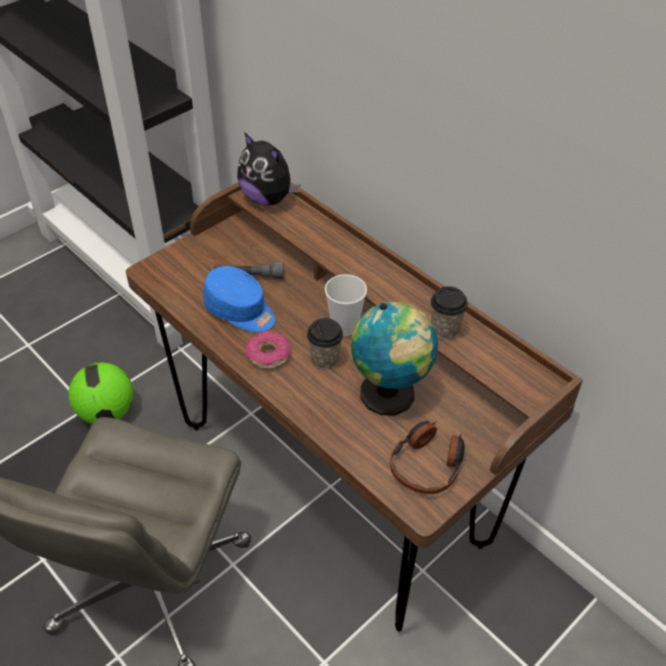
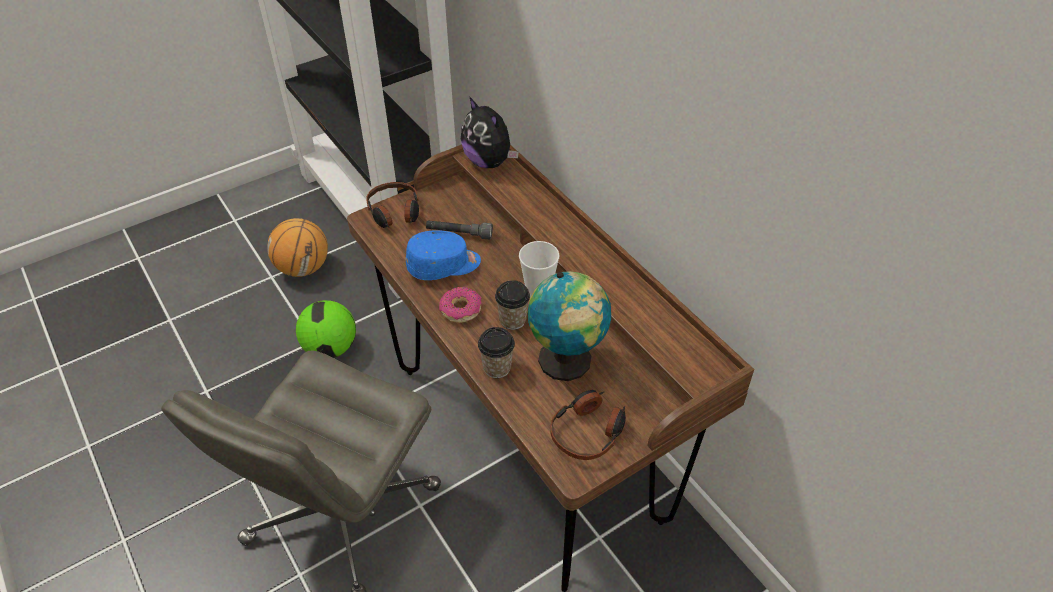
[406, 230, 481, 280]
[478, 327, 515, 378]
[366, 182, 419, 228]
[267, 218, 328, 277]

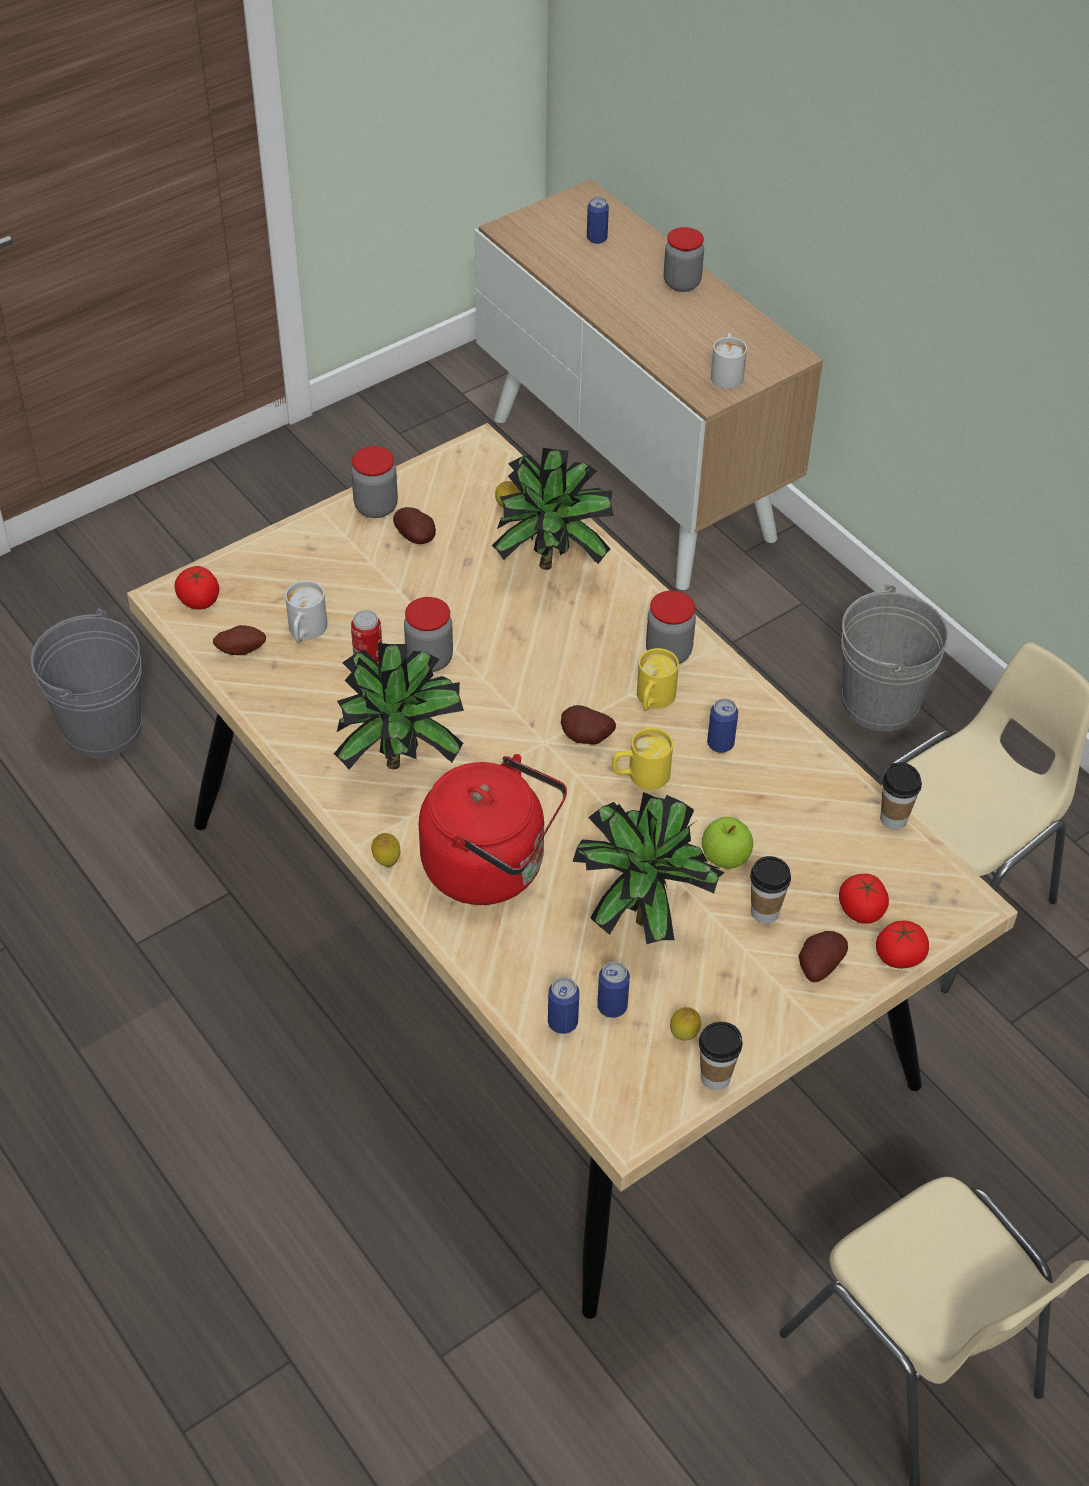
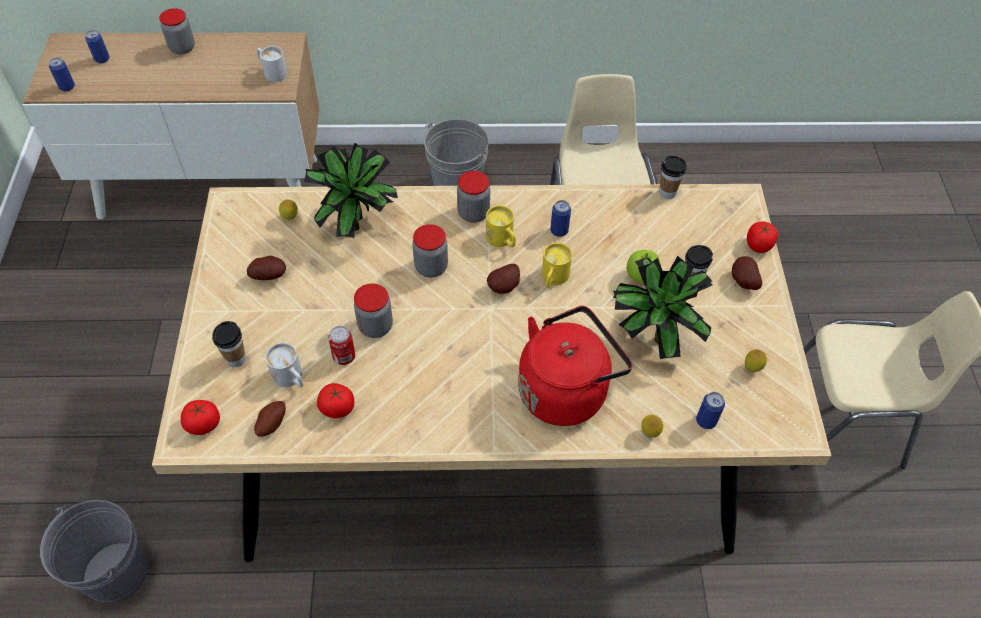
[413, 224, 448, 278]
[334, 643, 464, 770] (first image)
[641, 415, 663, 437]
[317, 383, 354, 418]
[49, 57, 75, 92]
[212, 321, 246, 367]

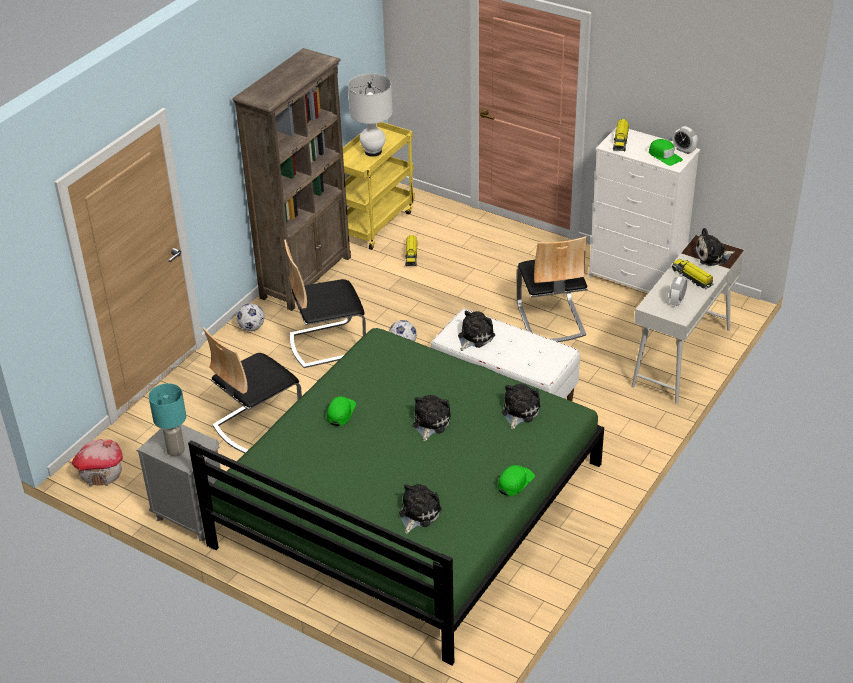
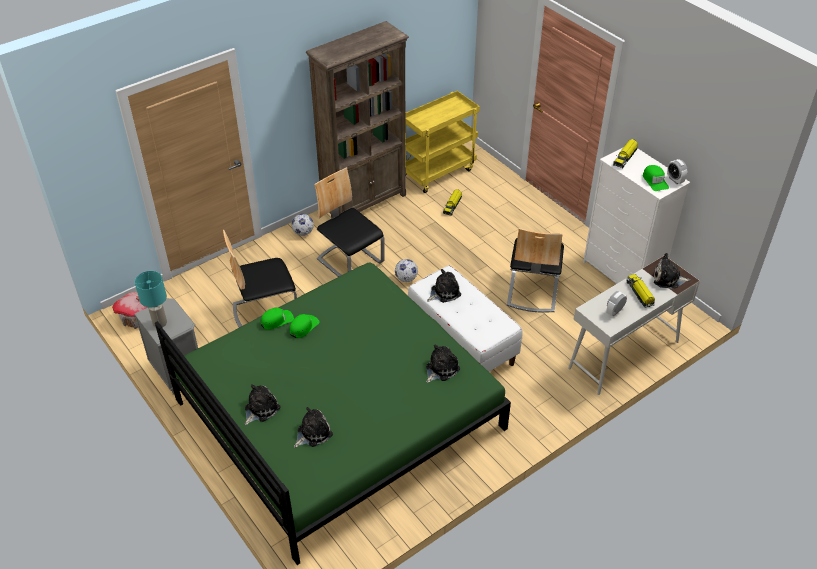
[348, 73, 393, 157] (first image)
[314, 167, 385, 277]
[245, 384, 281, 425]
[261, 307, 294, 330]

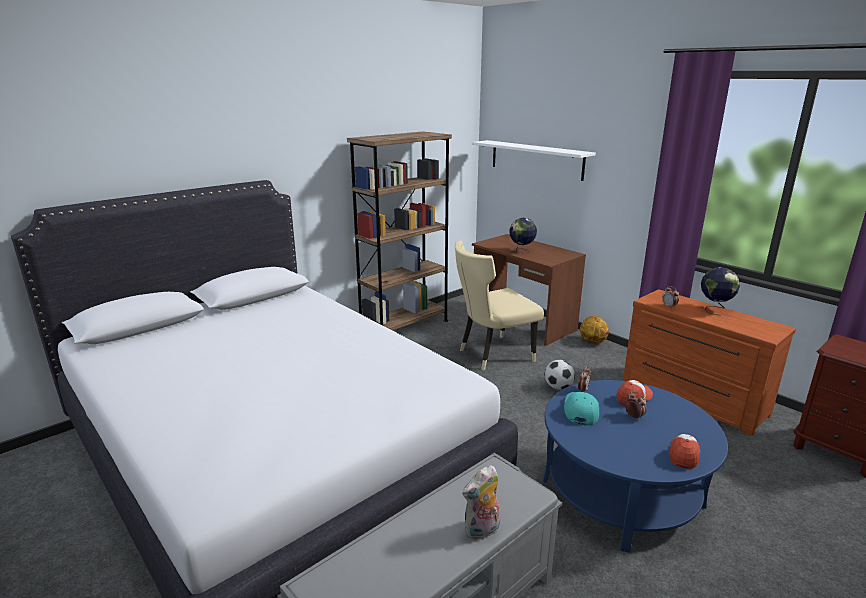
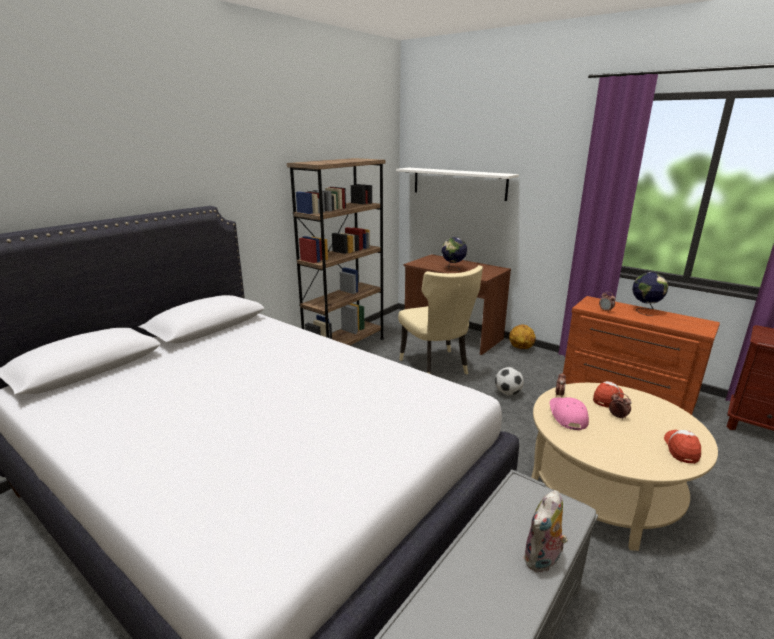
[398, 265, 483, 375]
[531, 383, 718, 551]
[550, 397, 589, 430]

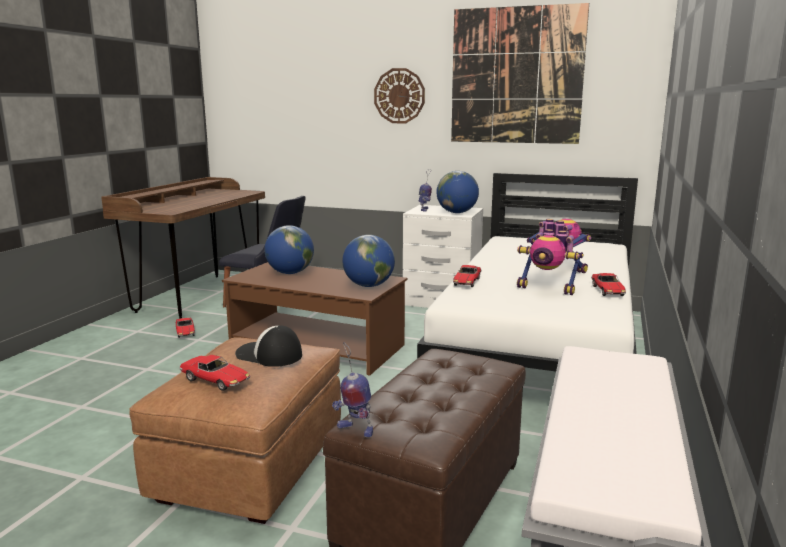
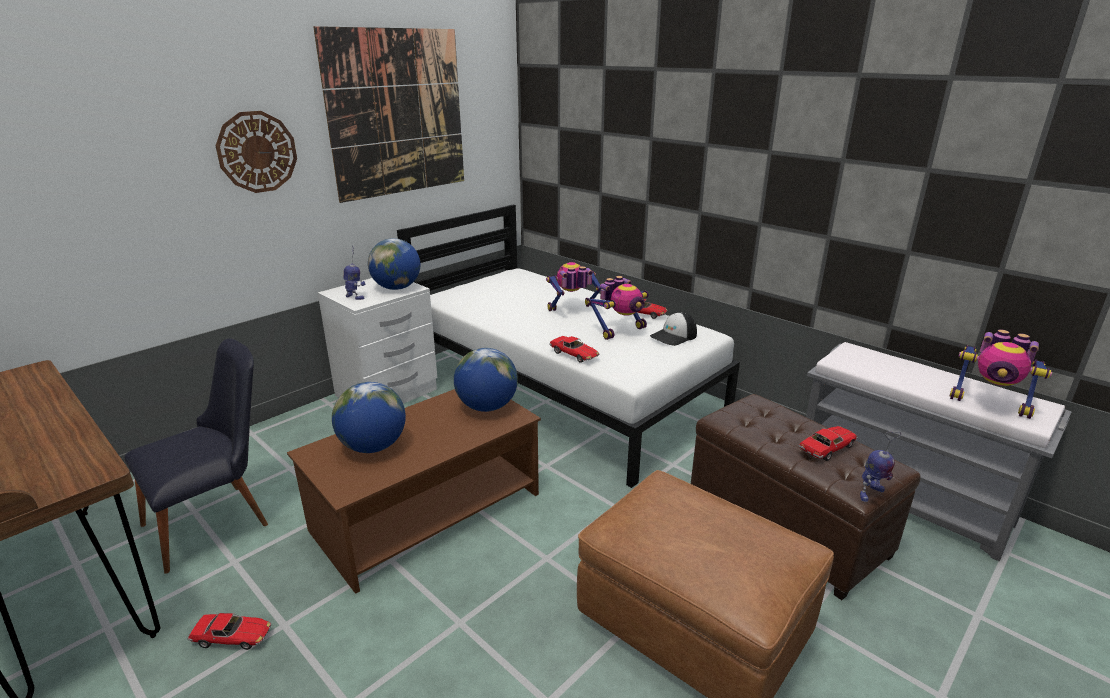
[650, 312, 697, 346]
[799, 426, 858, 461]
[950, 330, 1052, 419]

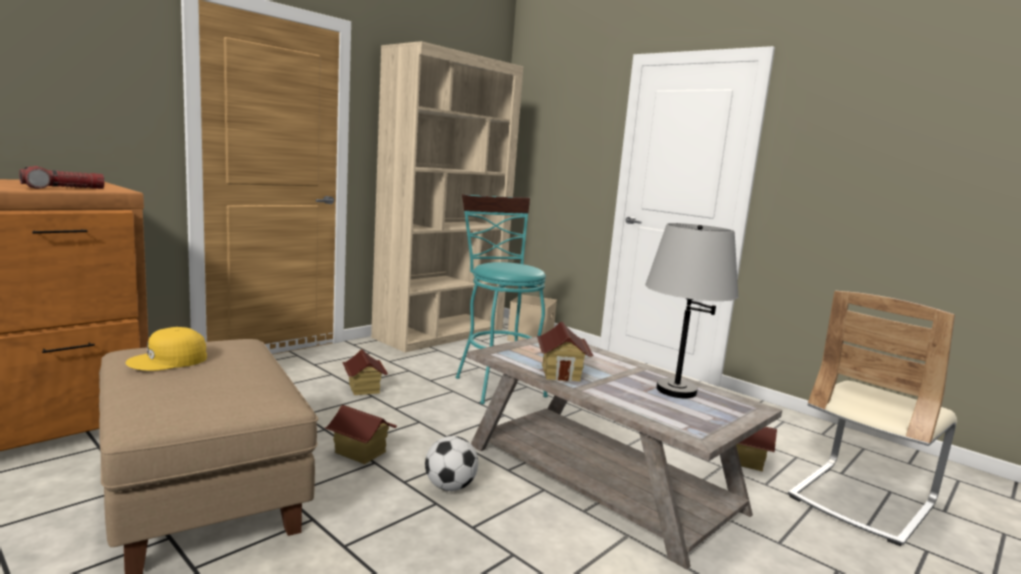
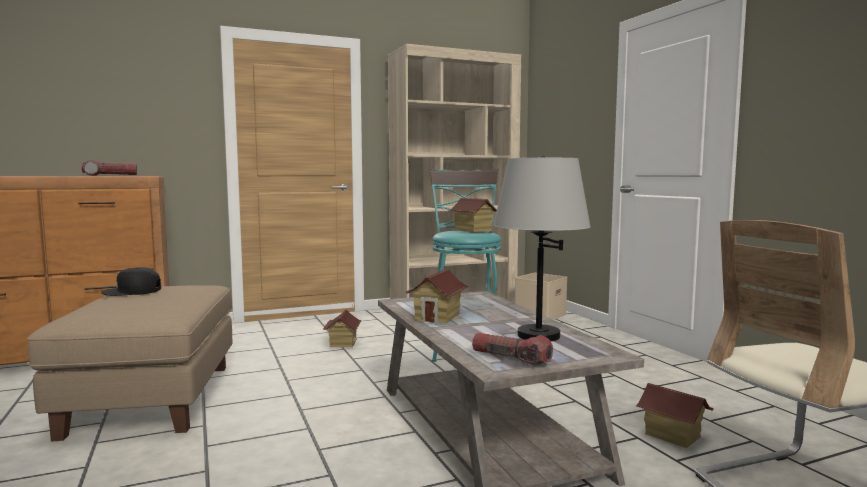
[101, 267, 161, 296]
[449, 198, 497, 232]
[425, 436, 478, 491] (first image)
[472, 333, 553, 366]

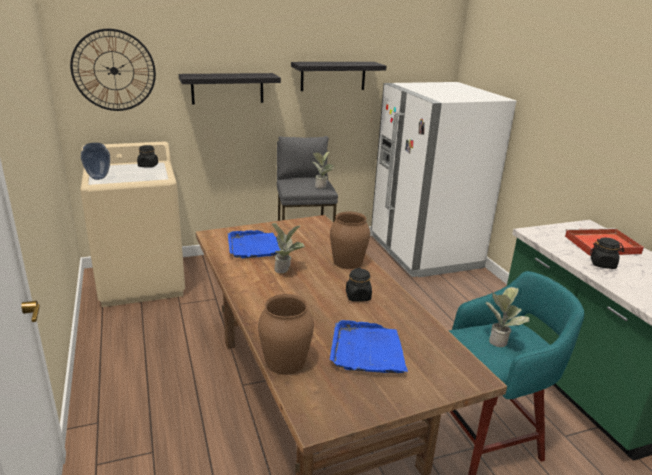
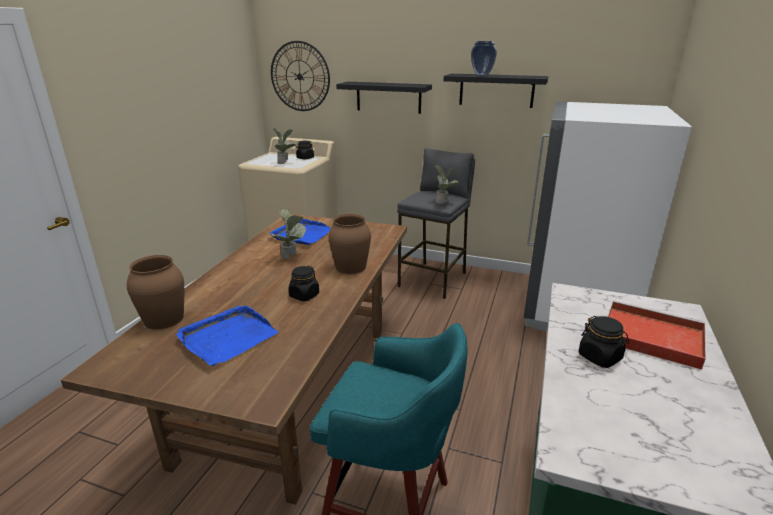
[471, 41, 497, 76]
[273, 128, 296, 164]

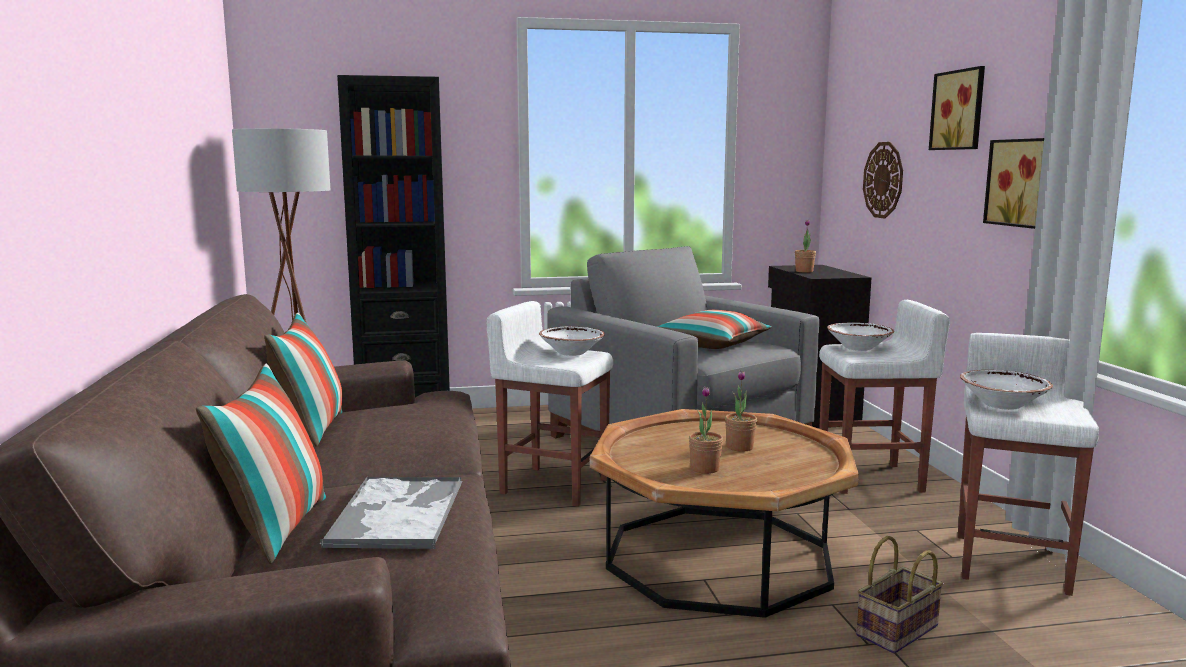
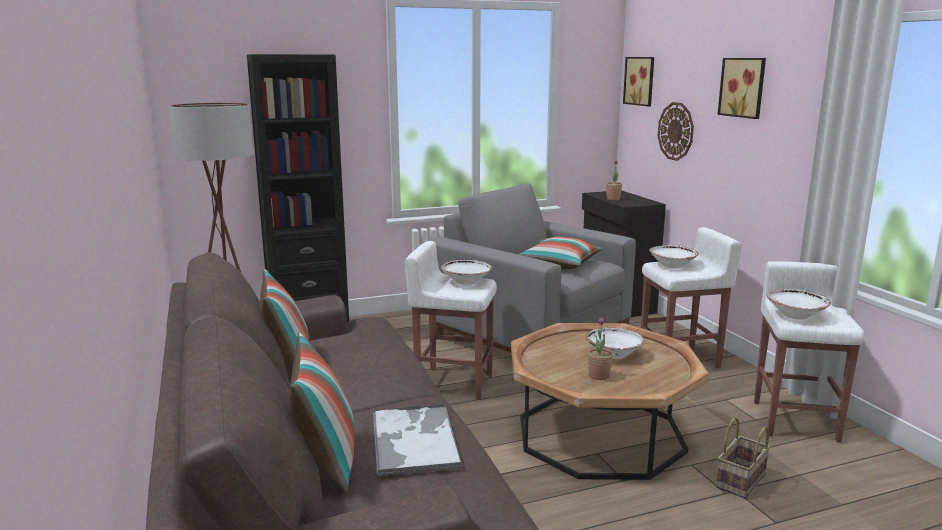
[623, 57, 654, 106]
[586, 328, 645, 359]

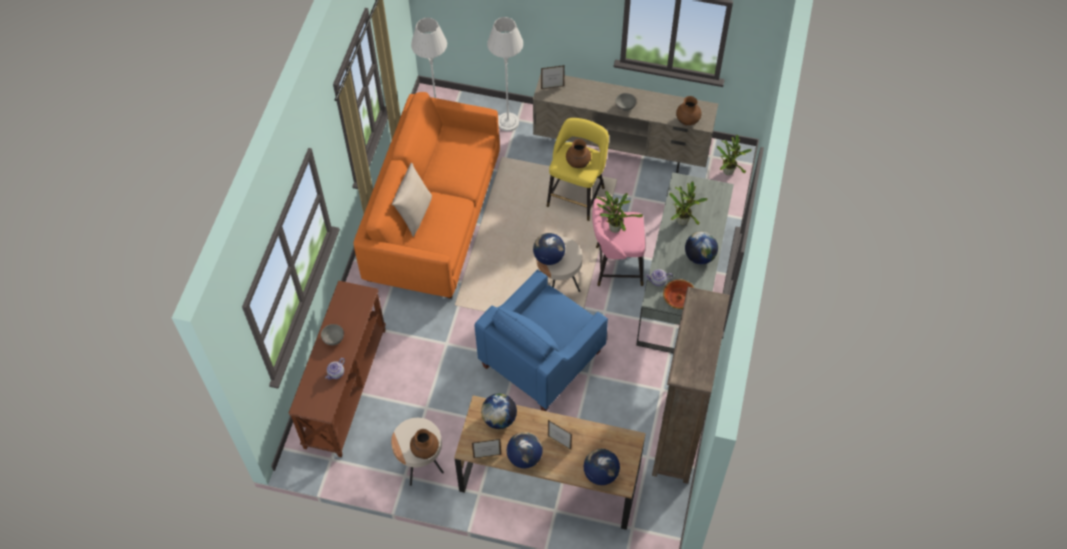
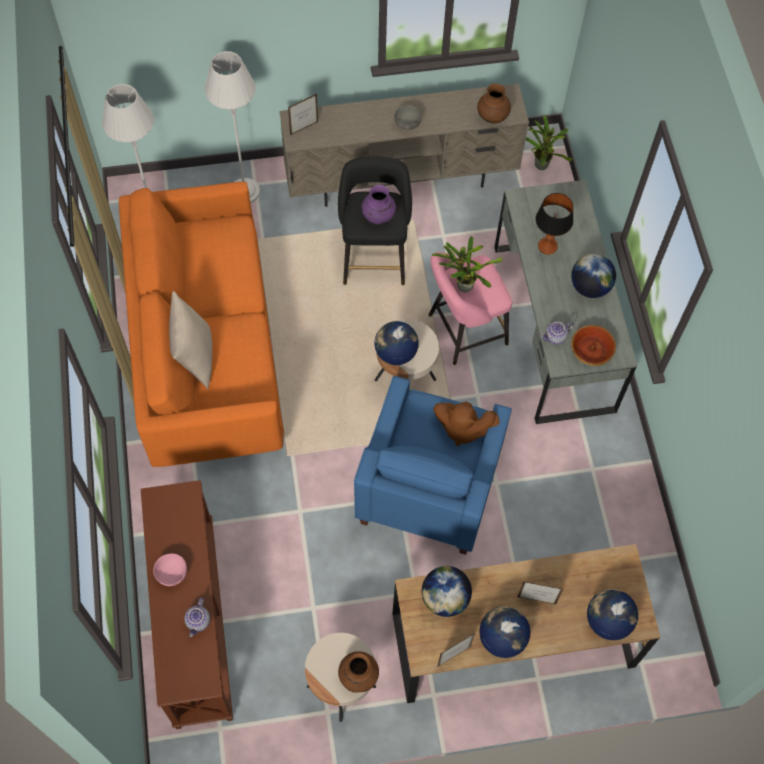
[338, 156, 412, 285]
[361, 185, 396, 224]
[536, 193, 573, 255]
[652, 287, 730, 484] (first image)
[153, 553, 187, 586]
[433, 401, 500, 446]

